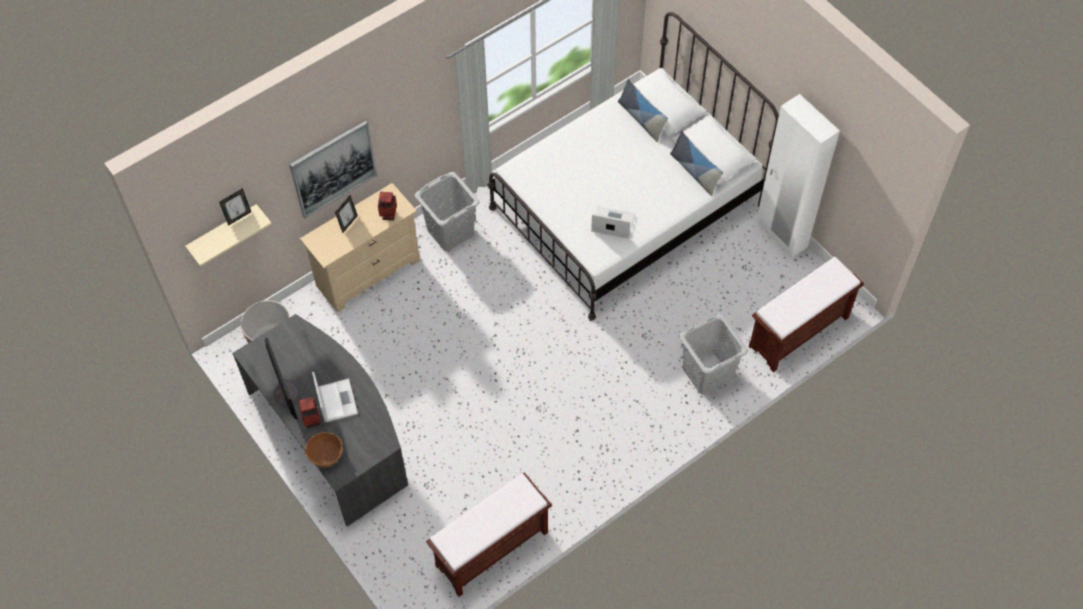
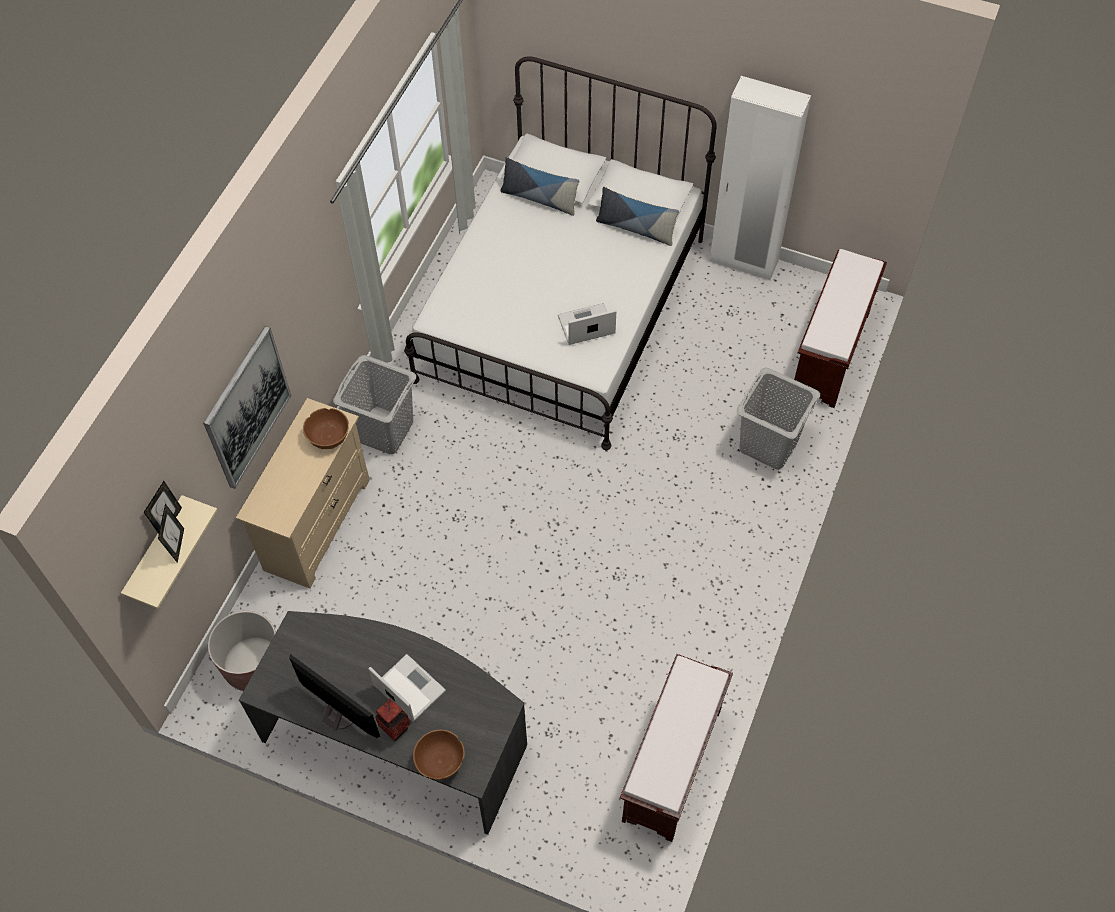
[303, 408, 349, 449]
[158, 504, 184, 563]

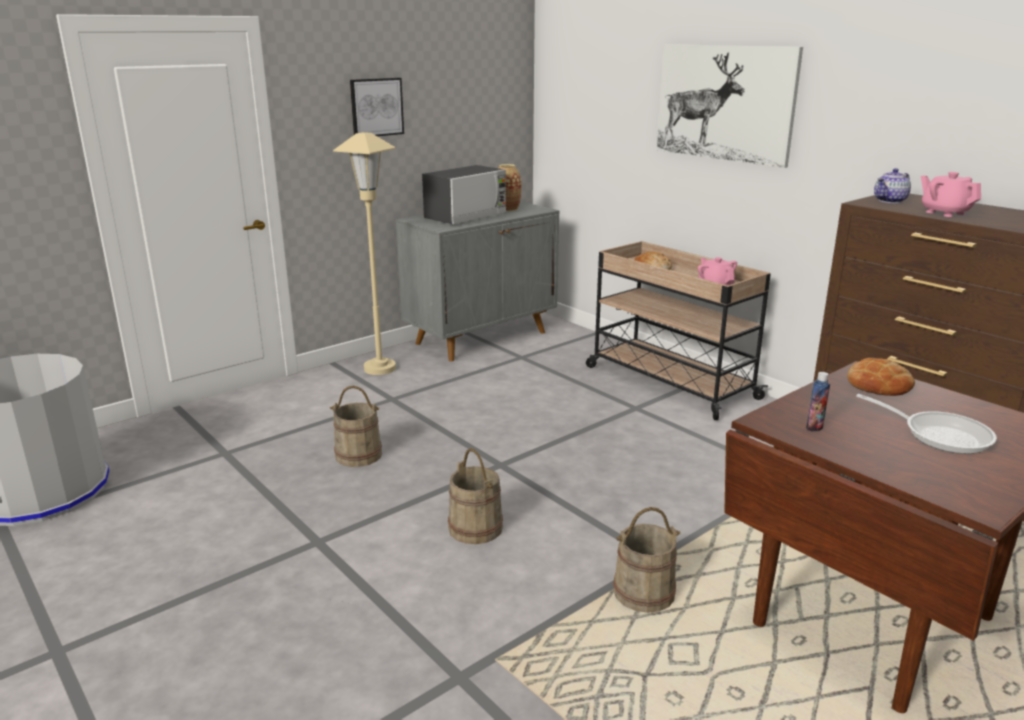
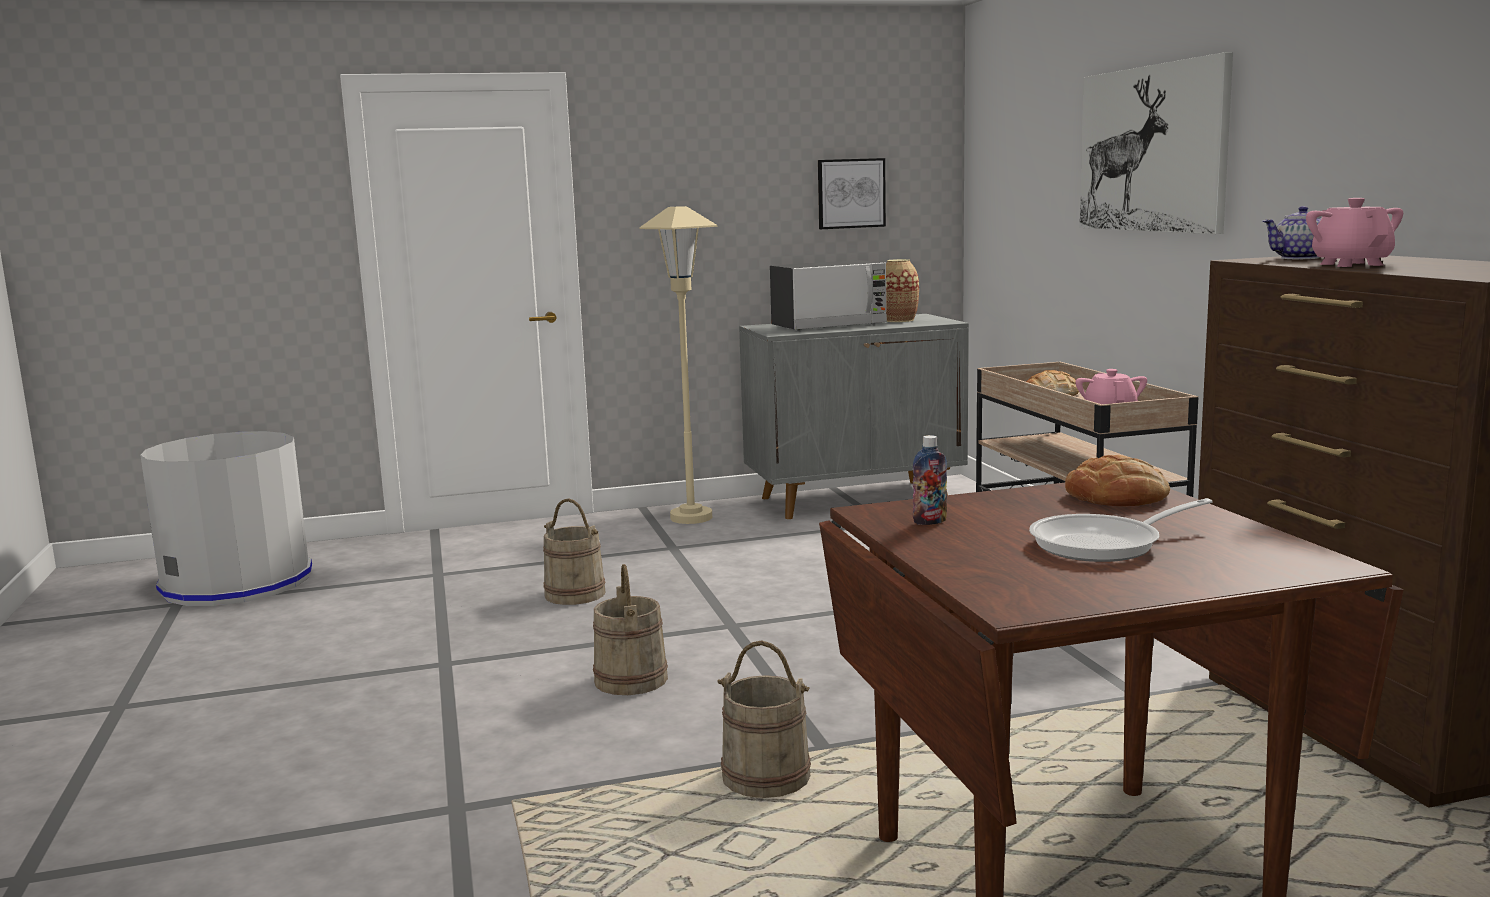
[818, 158, 886, 229]
[1029, 498, 1213, 562]

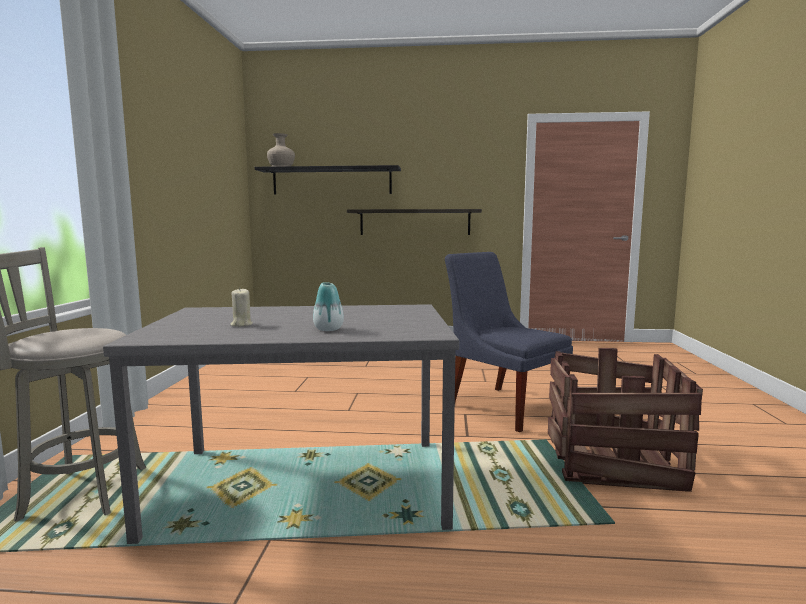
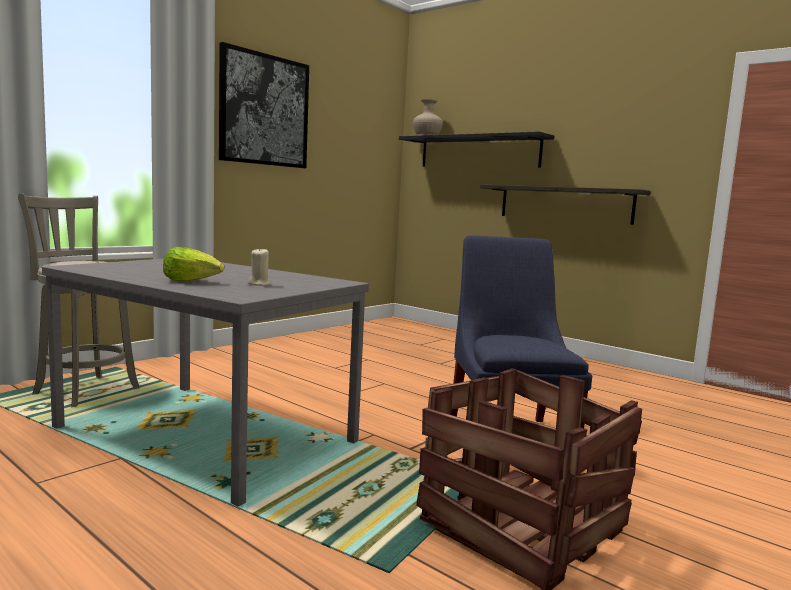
[163, 247, 224, 281]
[248, 247, 270, 286]
[219, 42, 309, 168]

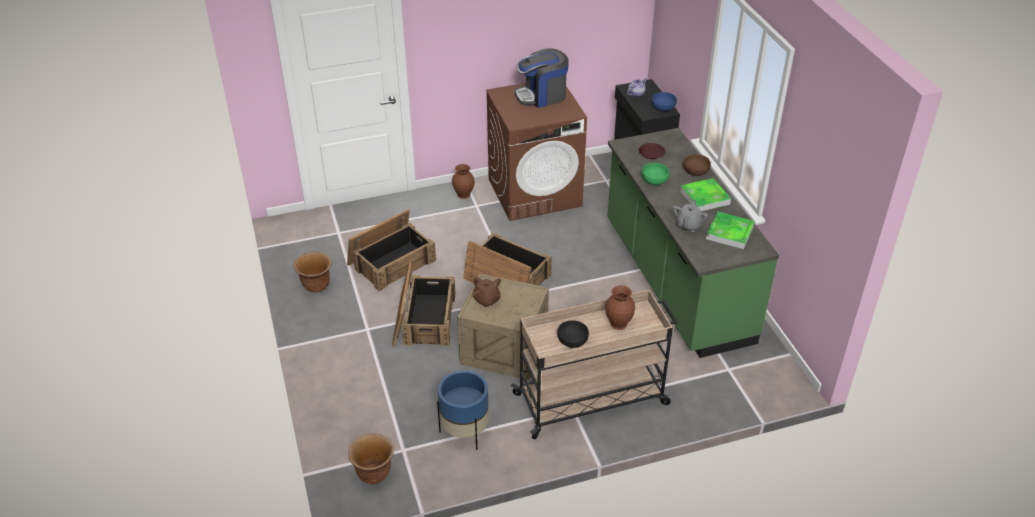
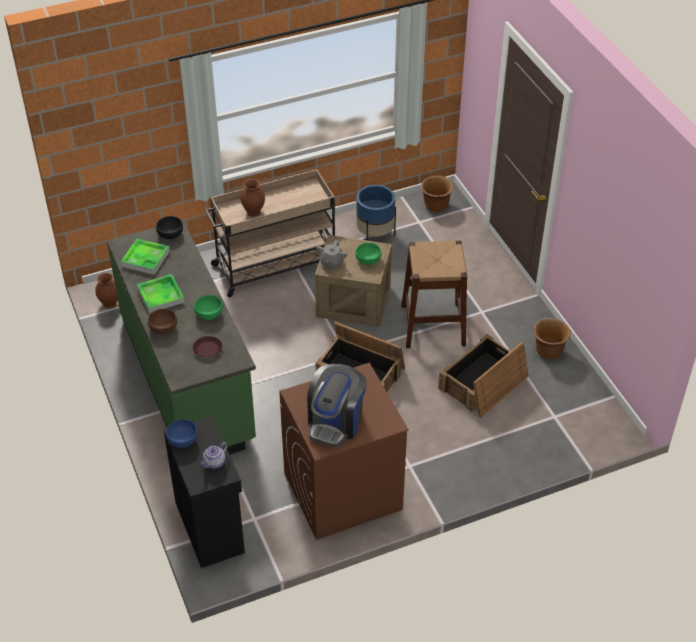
[307, 364, 367, 447]
[95, 273, 118, 309]
[317, 240, 347, 269]
[401, 241, 467, 348]
[355, 243, 381, 265]
[156, 216, 183, 239]

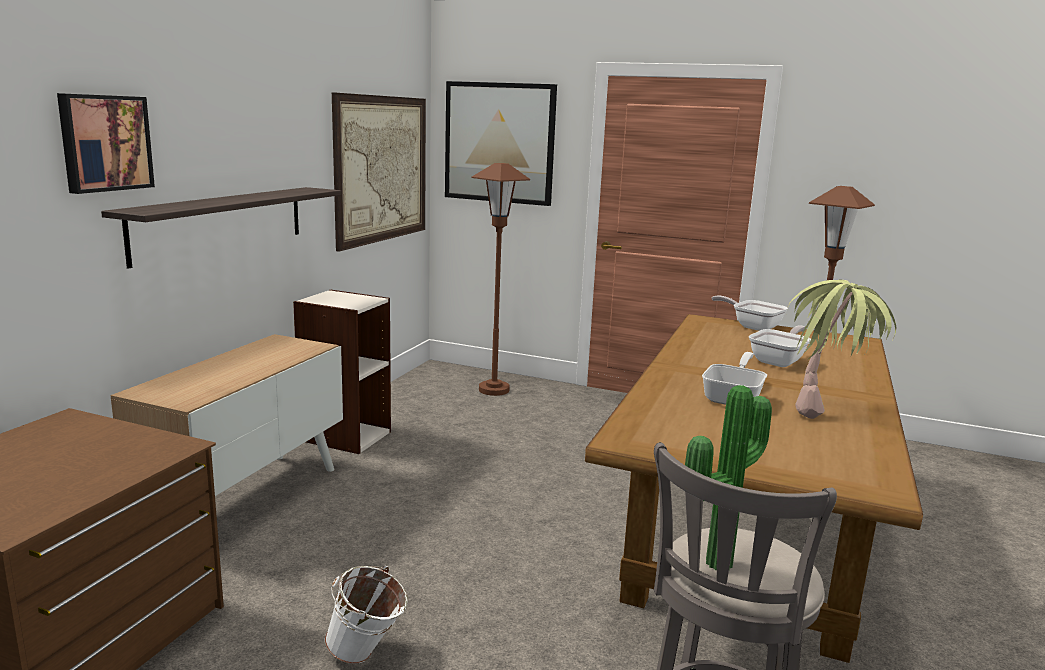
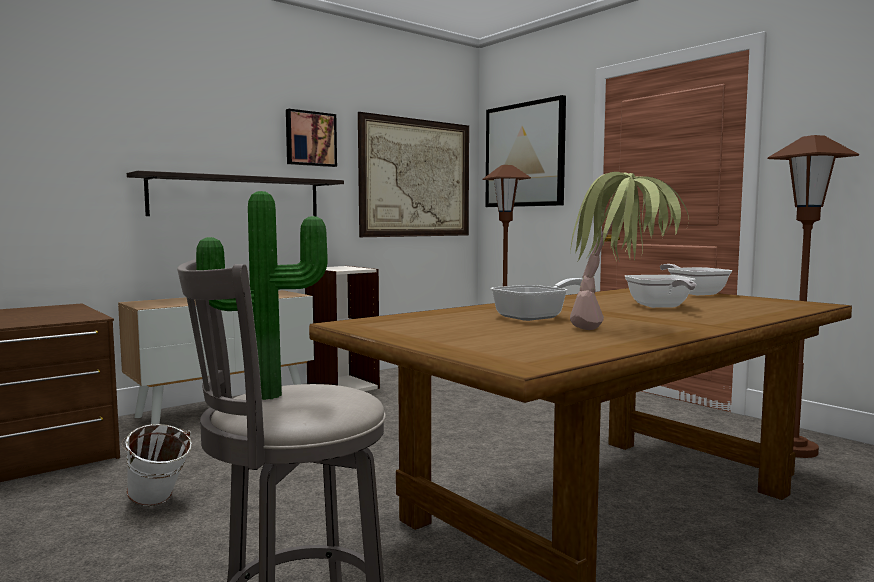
[286, 109, 337, 167]
[625, 275, 696, 308]

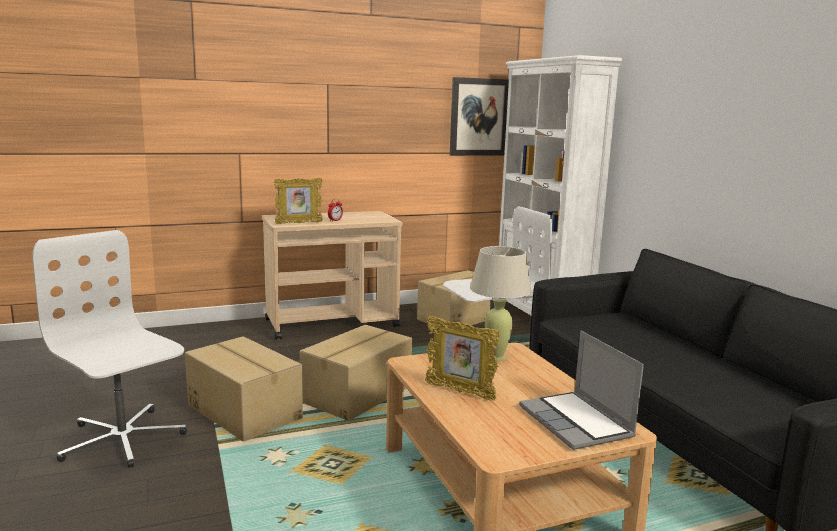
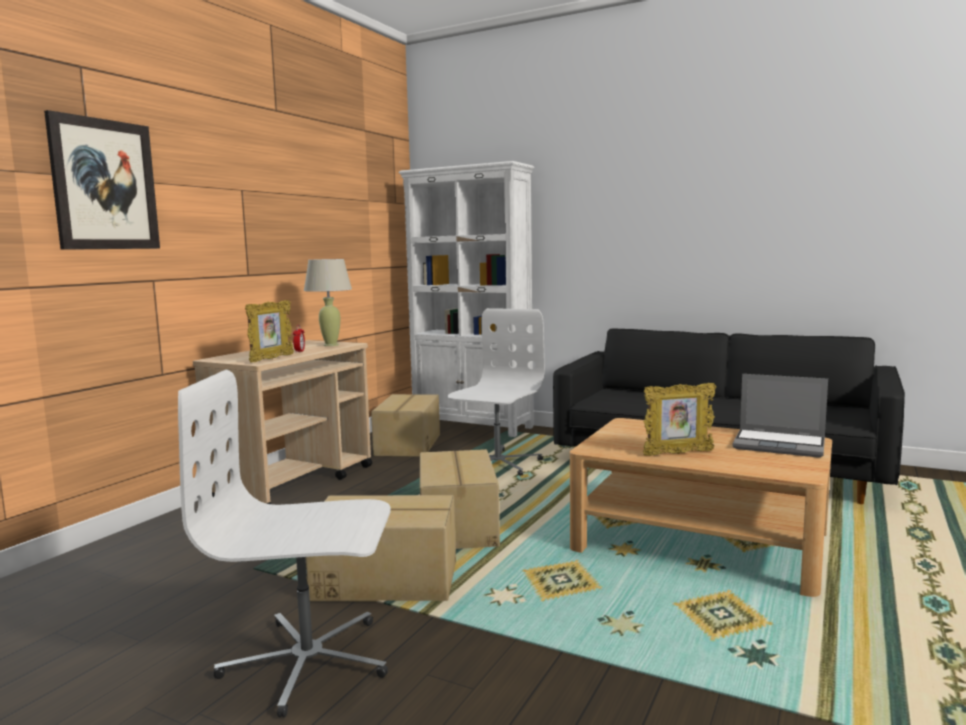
[44, 110, 160, 250]
[304, 259, 352, 346]

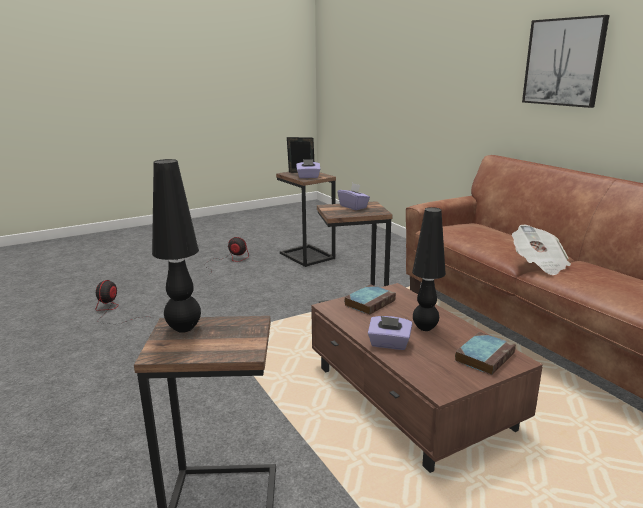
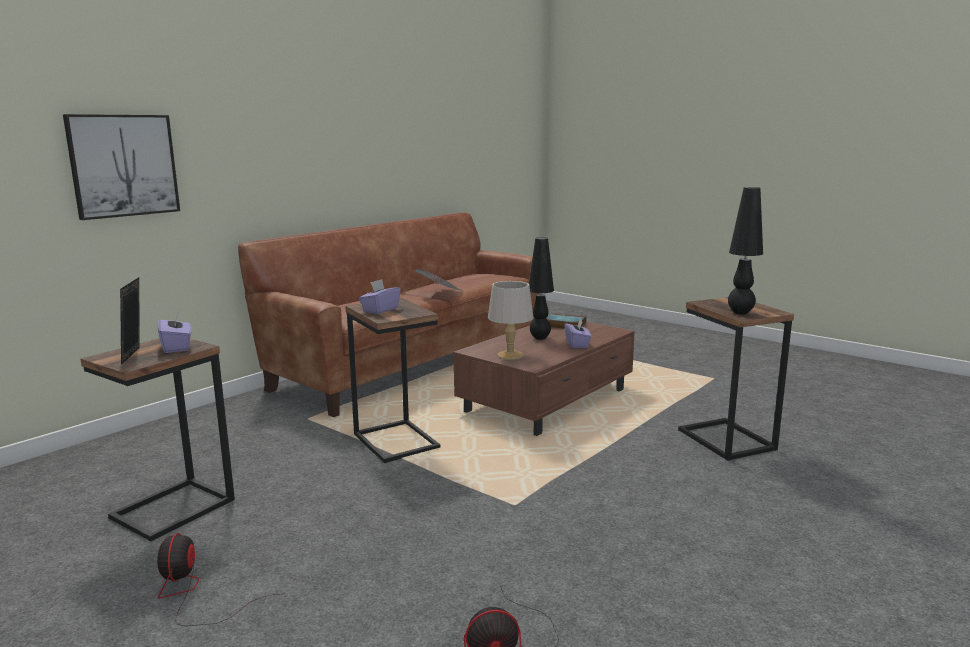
[63, 114, 180, 220]
[488, 281, 534, 360]

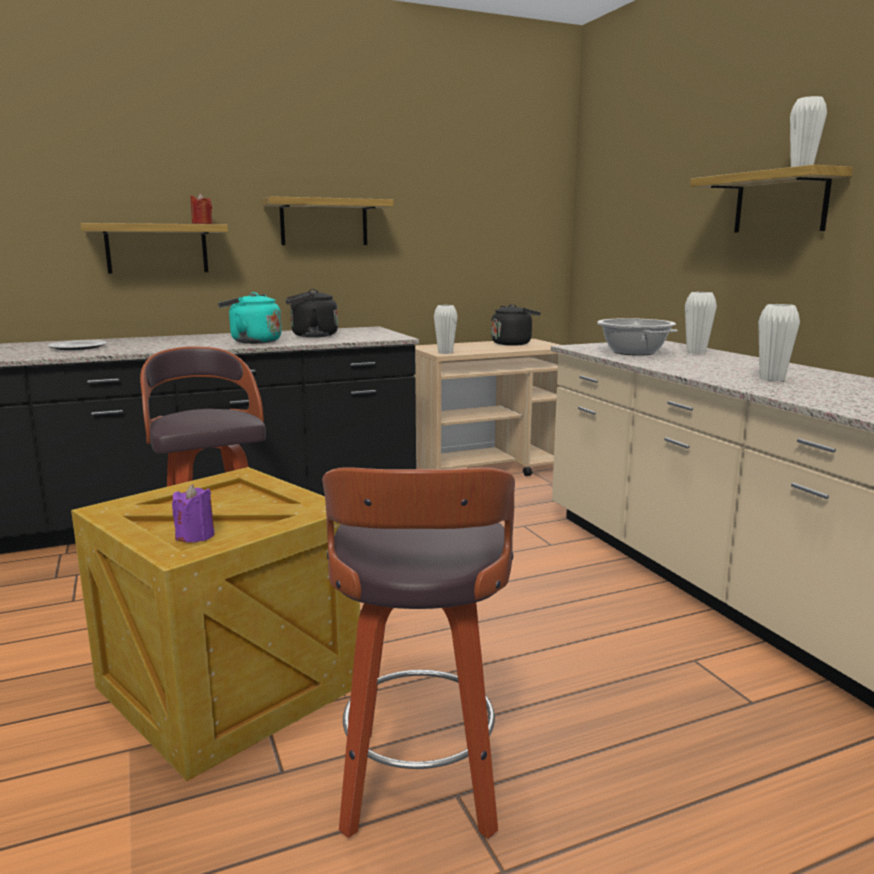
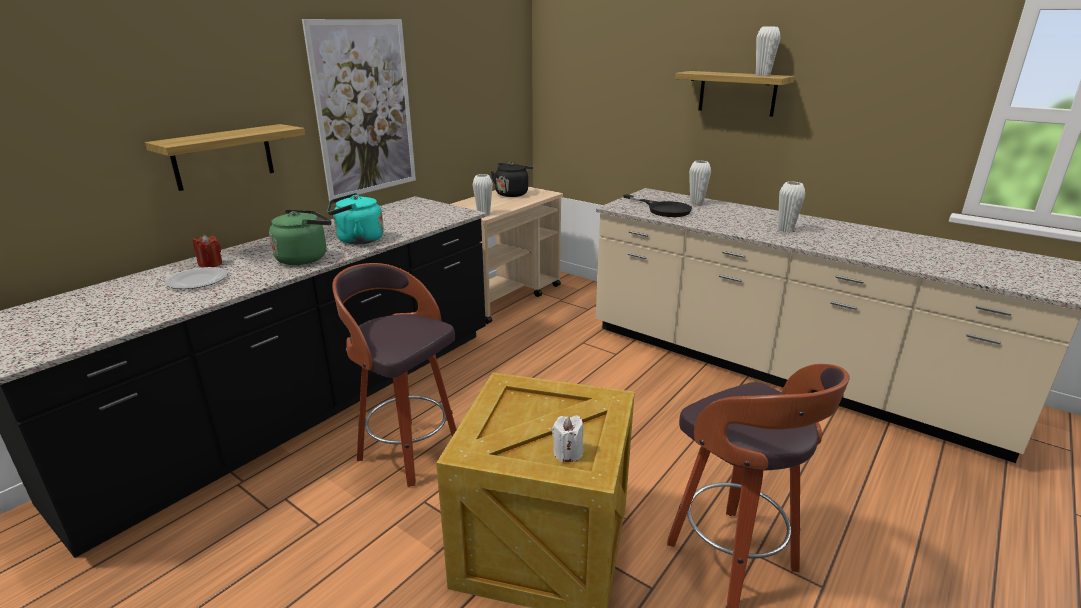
[193, 235, 223, 268]
[302, 19, 416, 201]
[286, 289, 338, 337] (first image)
[623, 194, 692, 217]
[552, 415, 583, 462]
[269, 209, 332, 265]

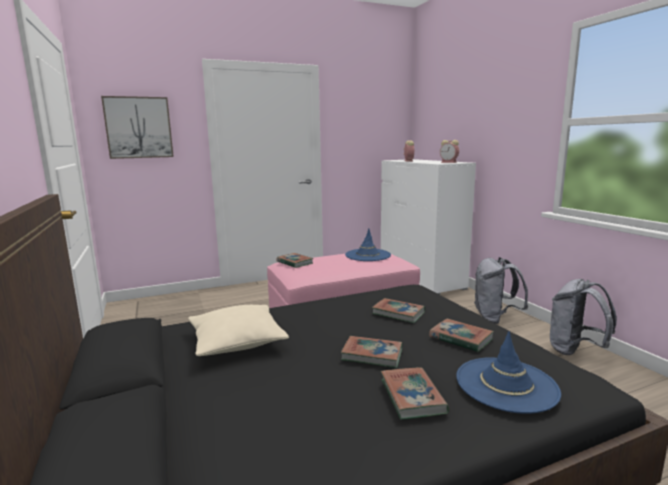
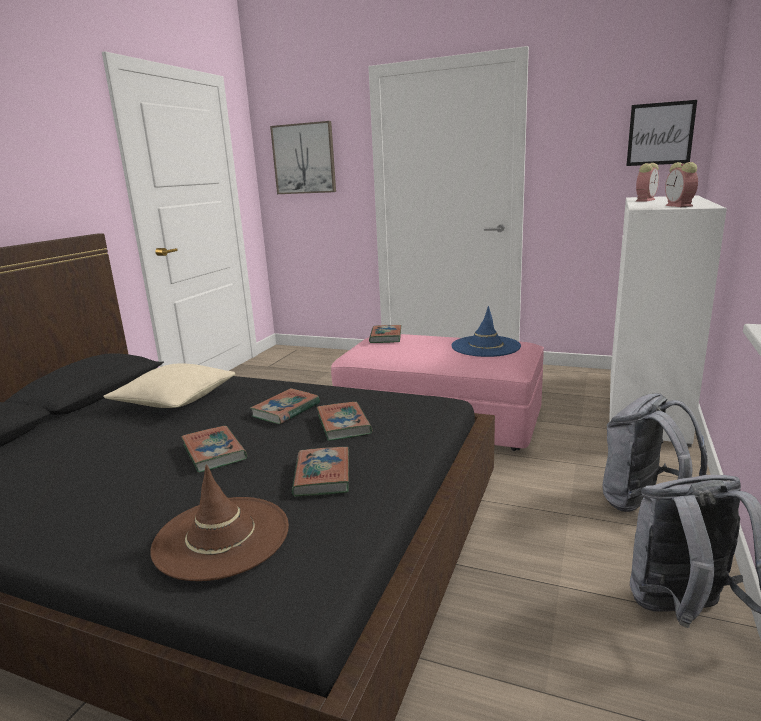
[150, 465, 289, 581]
[250, 388, 320, 424]
[626, 100, 697, 166]

